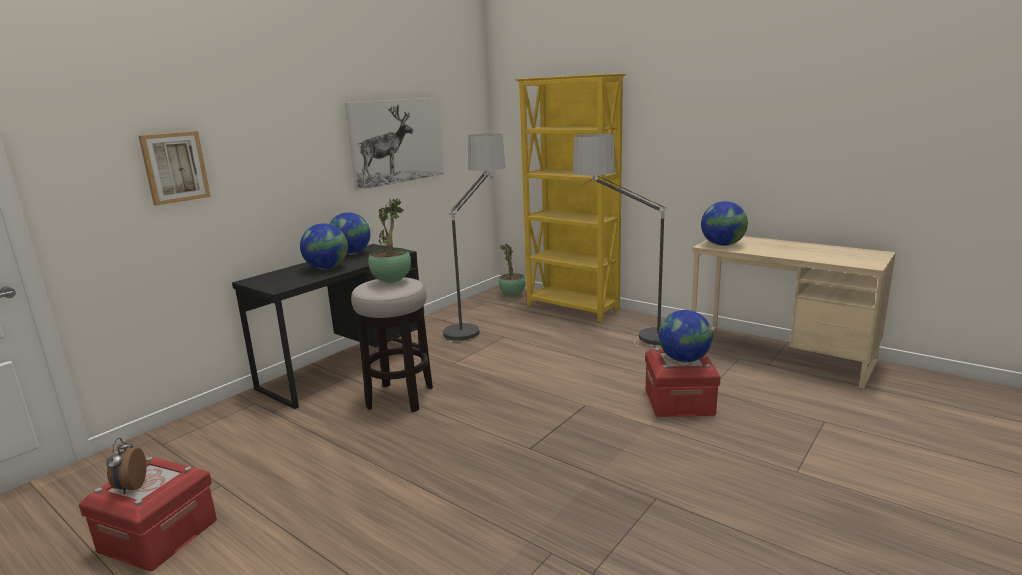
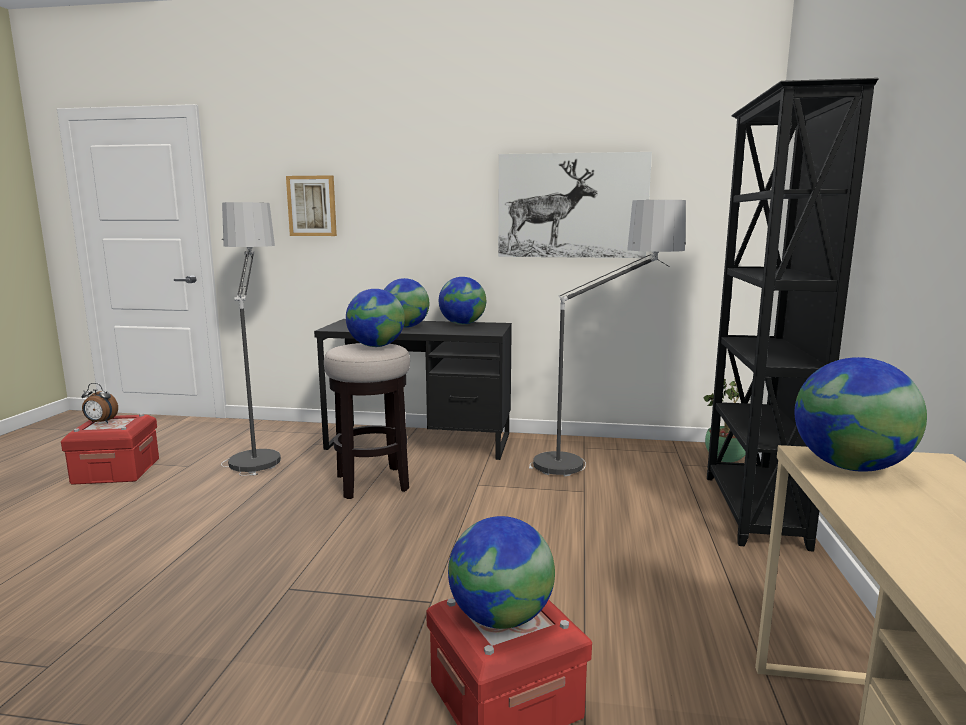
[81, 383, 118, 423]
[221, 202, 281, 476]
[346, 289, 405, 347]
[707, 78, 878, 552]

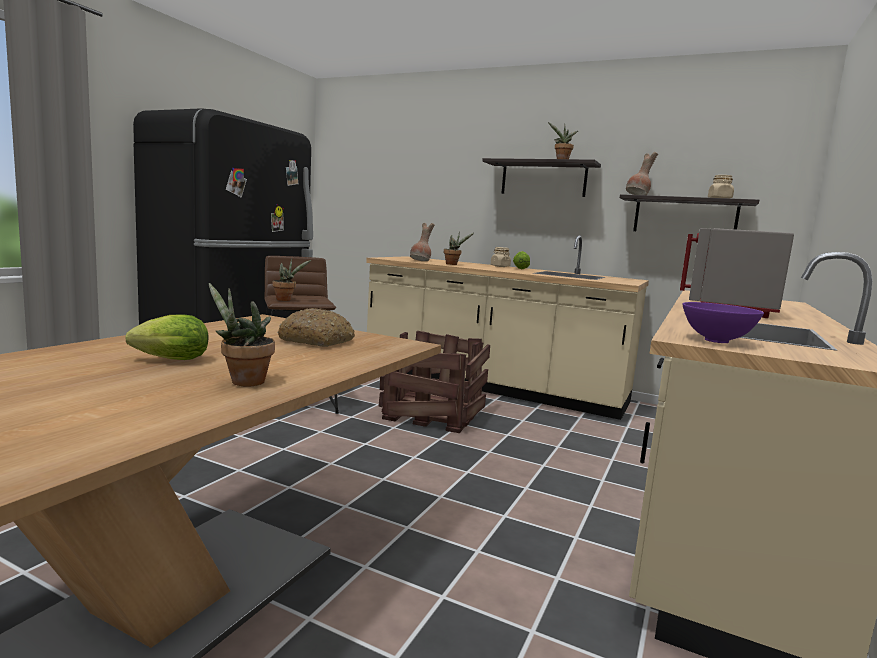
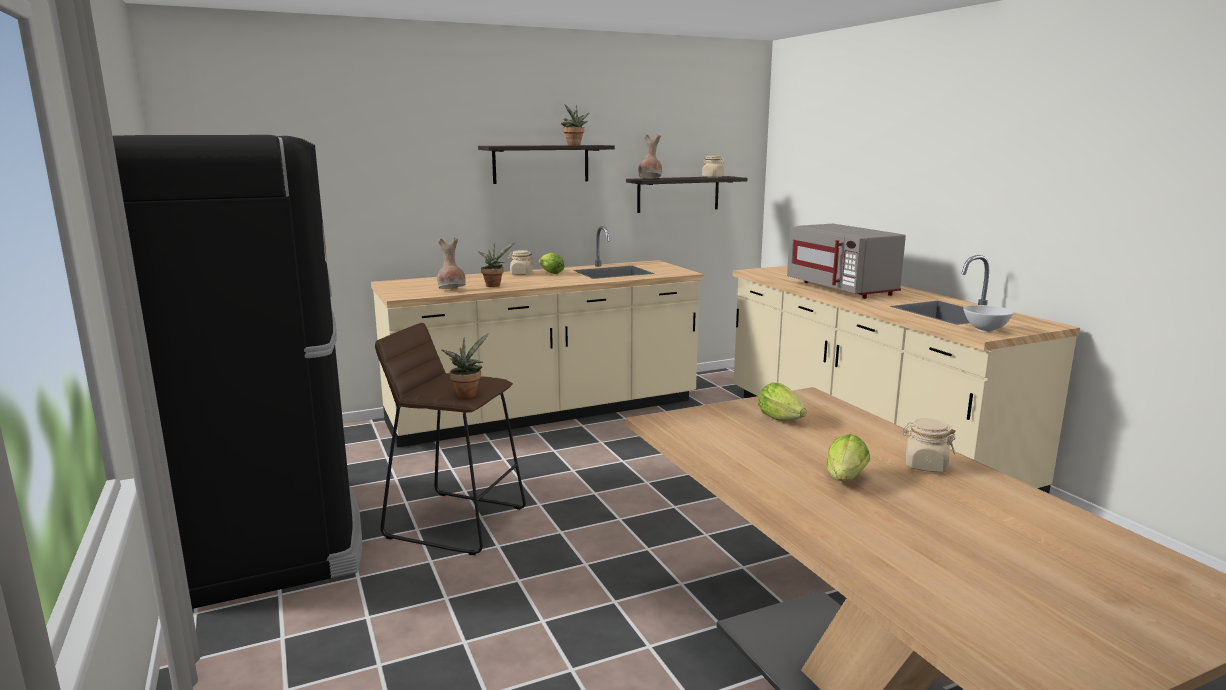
[758, 383, 807, 421]
[902, 418, 956, 472]
[963, 305, 1014, 332]
[378, 331, 490, 433] (first image)

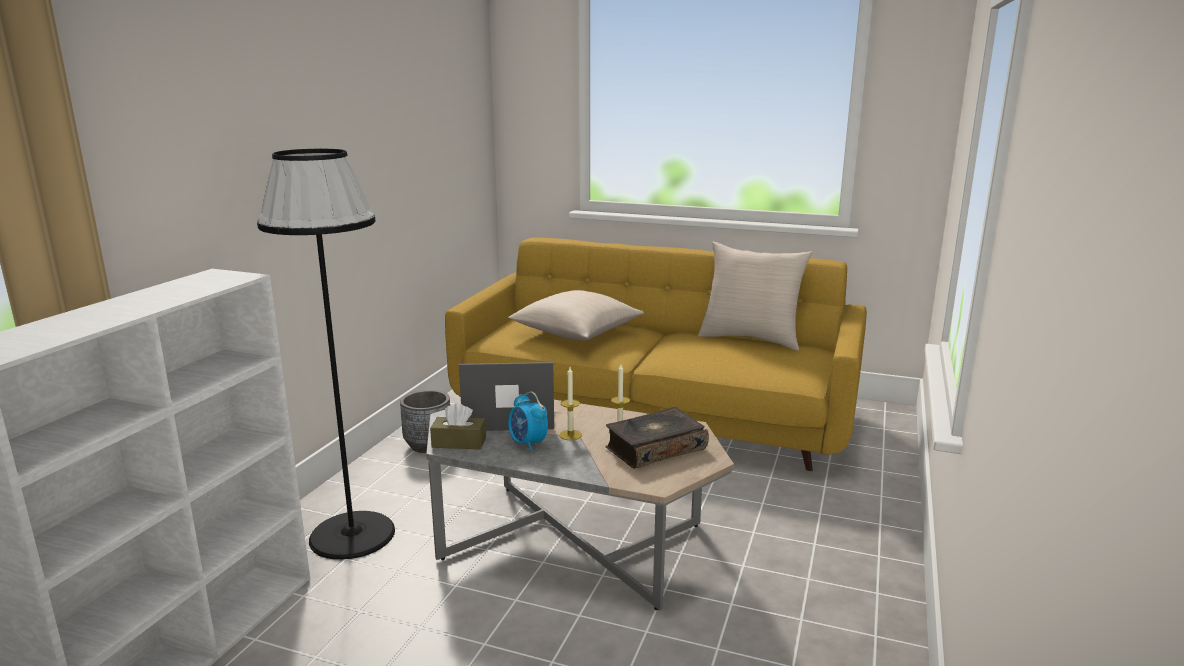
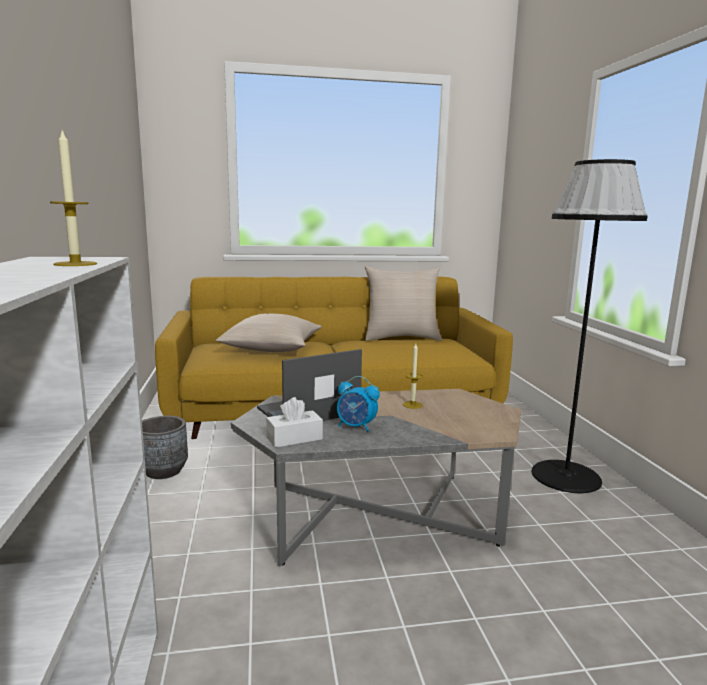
[50, 131, 97, 266]
[266, 397, 323, 448]
[532, 159, 648, 493]
[605, 407, 709, 469] (first image)

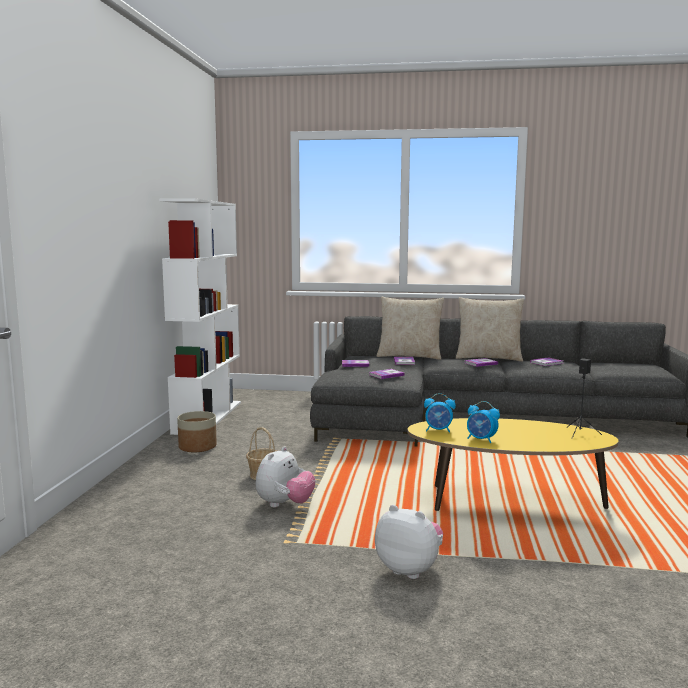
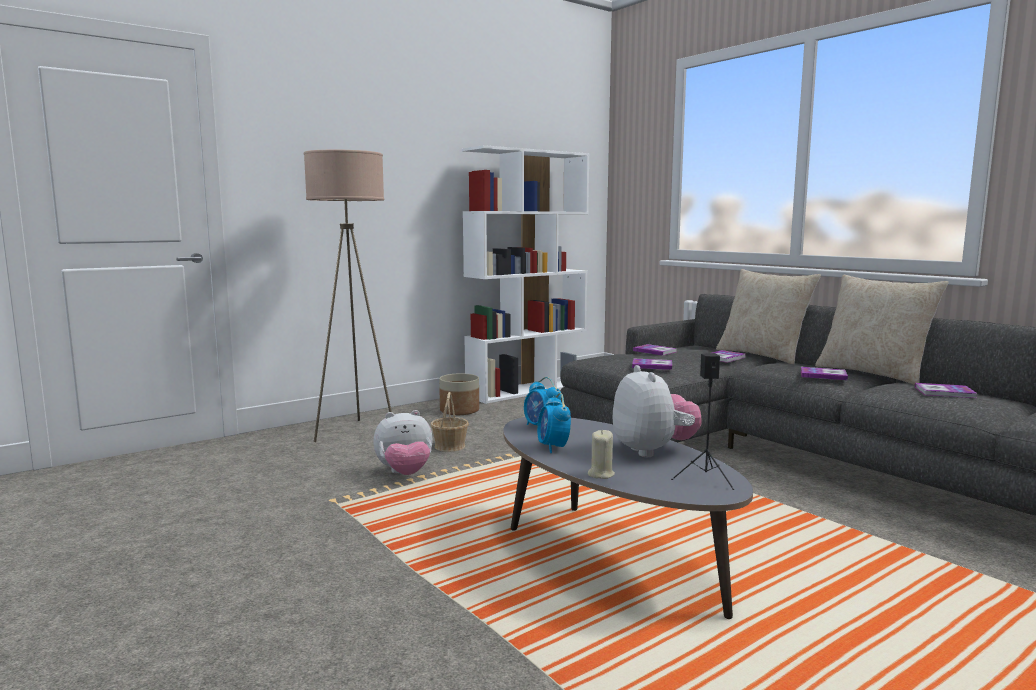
[304, 149, 392, 442]
[503, 417, 753, 619]
[588, 430, 615, 479]
[613, 365, 702, 457]

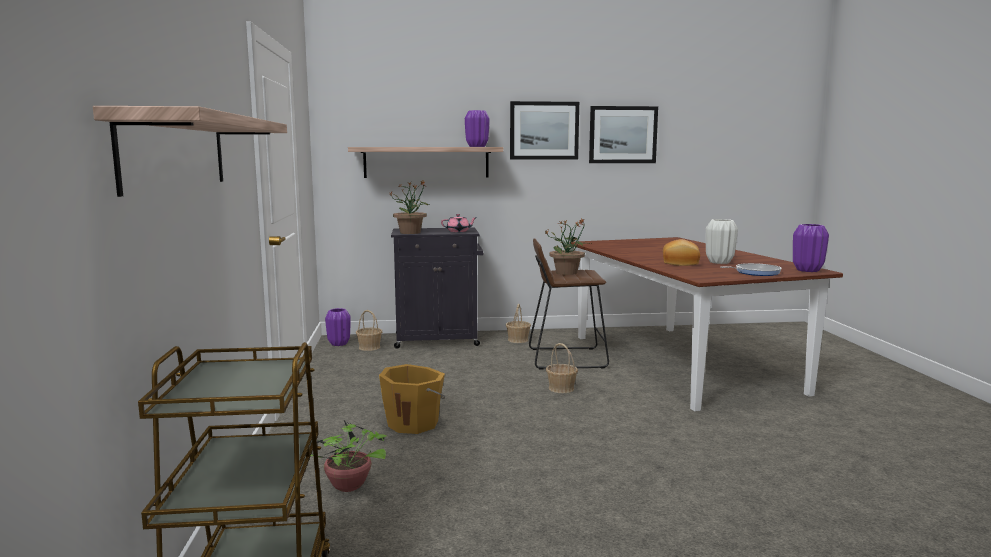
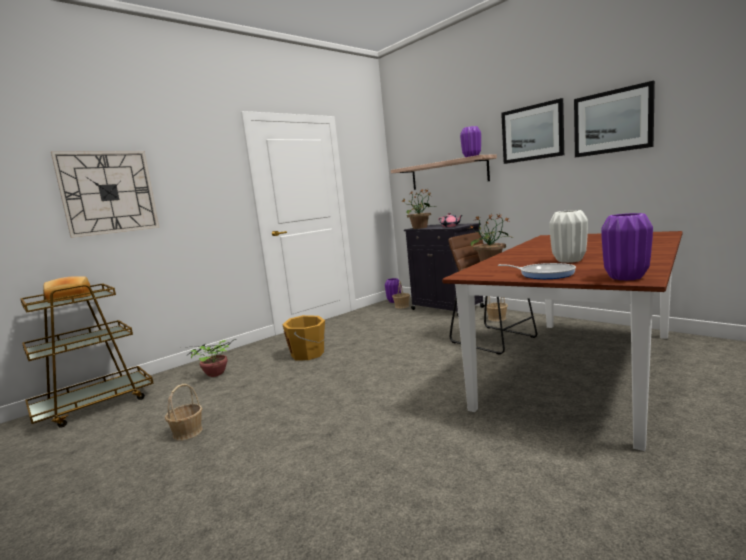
[44, 276, 91, 303]
[51, 151, 159, 238]
[165, 384, 203, 441]

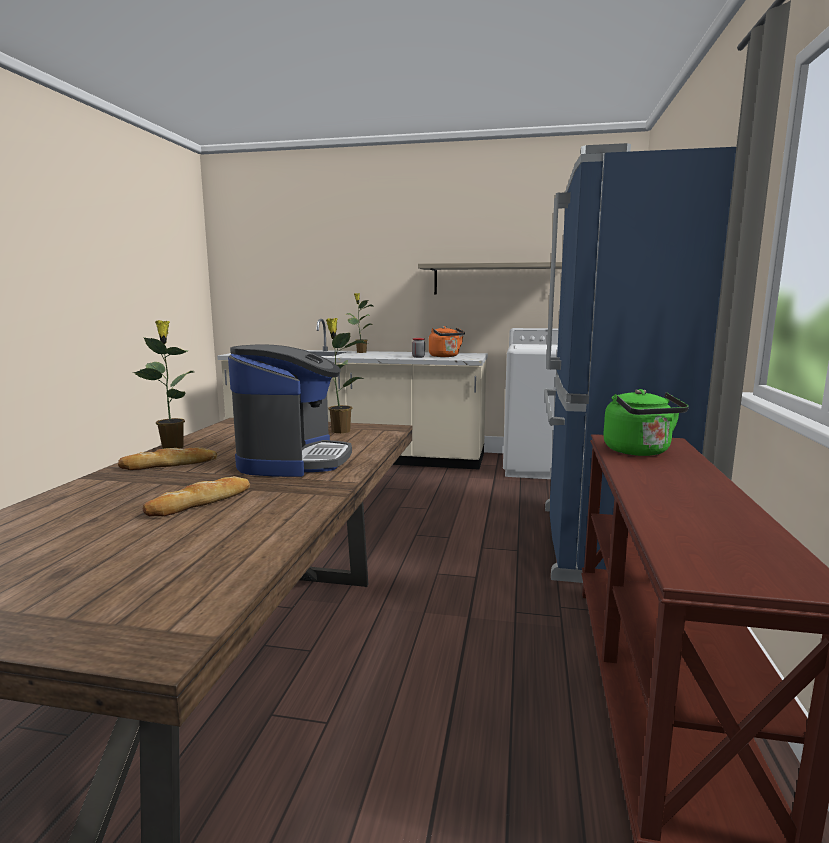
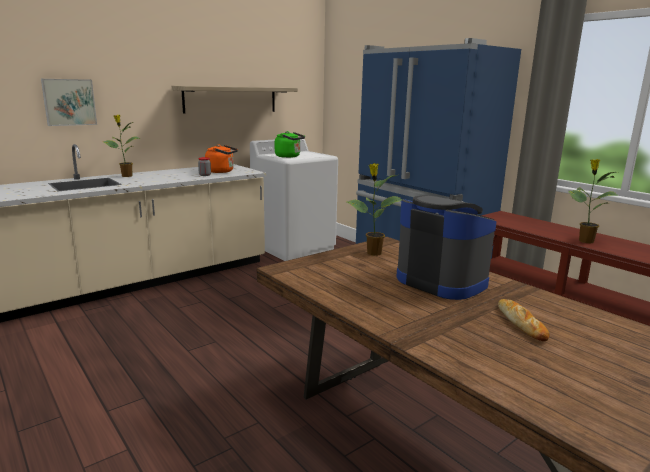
[41, 79, 97, 126]
[275, 131, 305, 158]
[568, 159, 619, 243]
[118, 447, 217, 470] (first image)

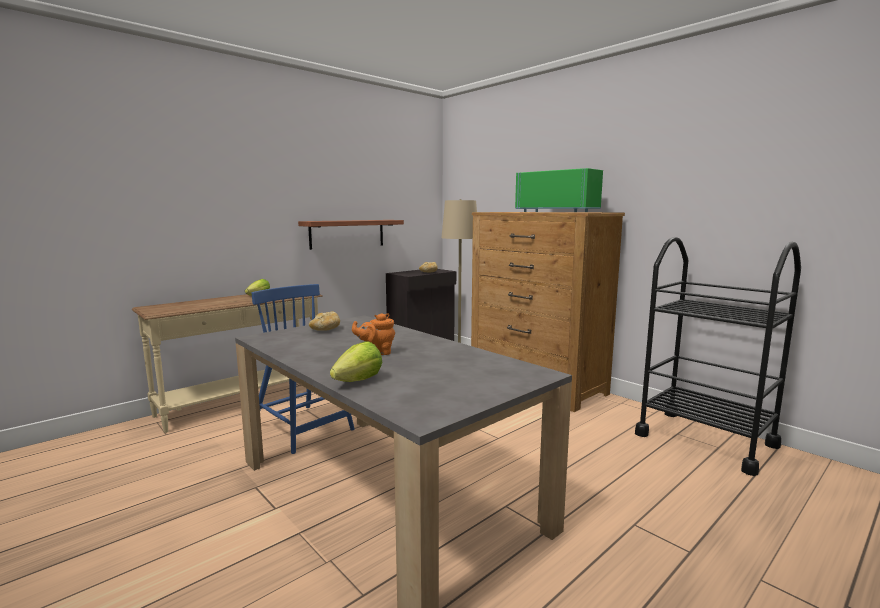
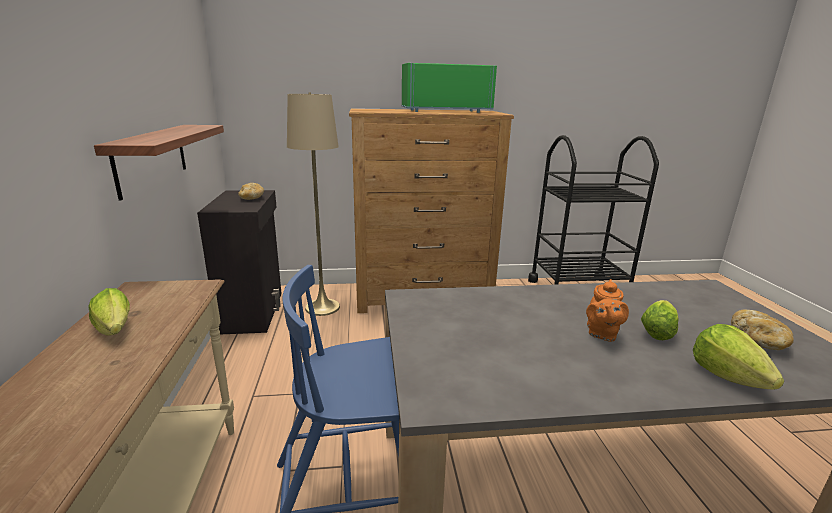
[641, 300, 679, 340]
[731, 310, 794, 350]

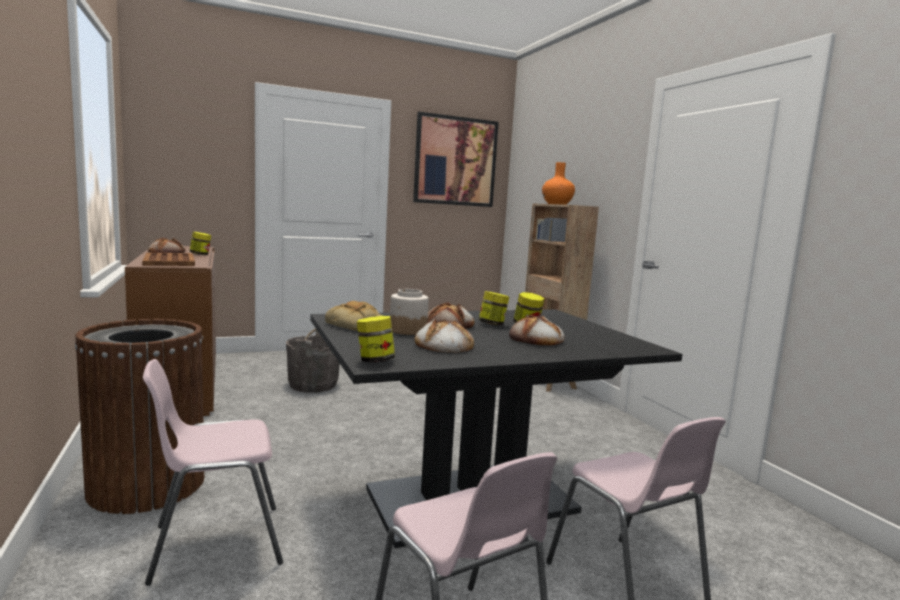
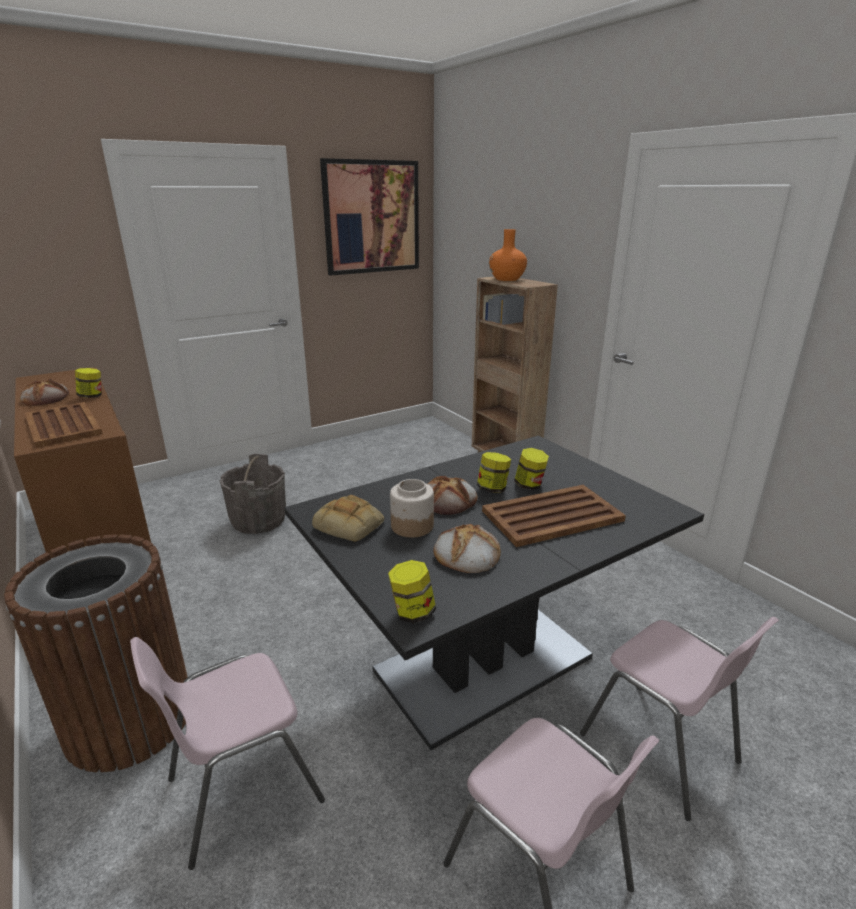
[482, 485, 626, 547]

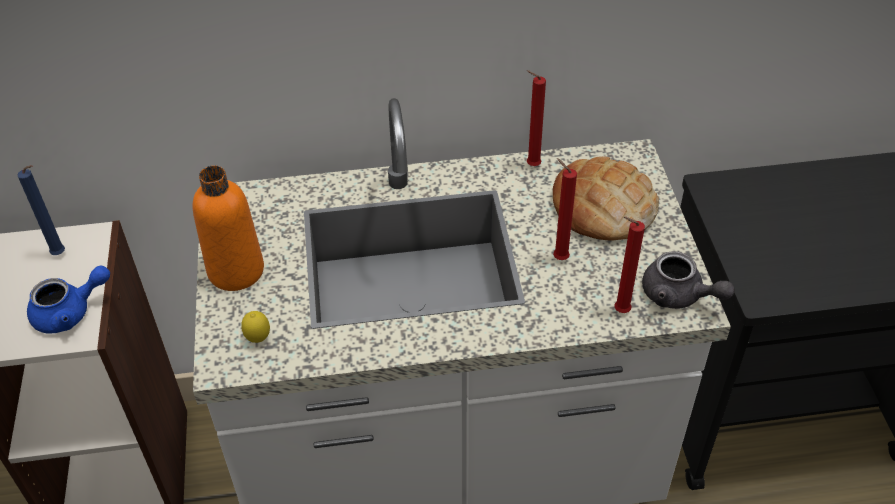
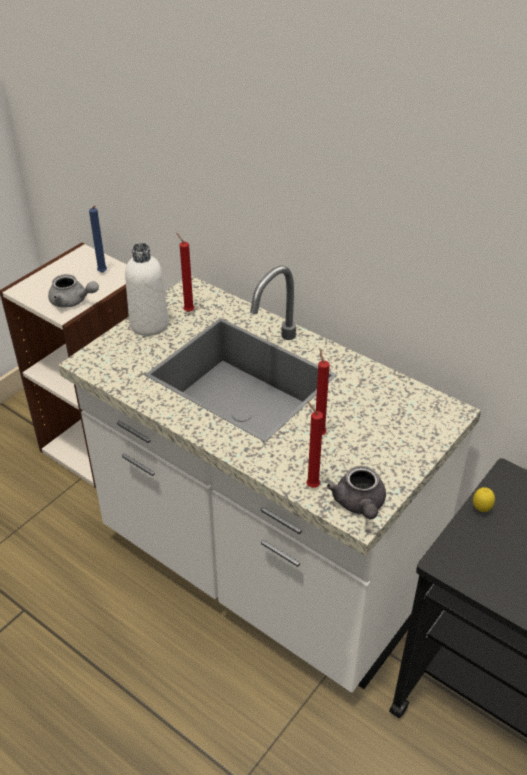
[48, 274, 99, 308]
[125, 243, 169, 336]
[176, 233, 194, 312]
[473, 487, 495, 512]
[553, 156, 659, 240] (first image)

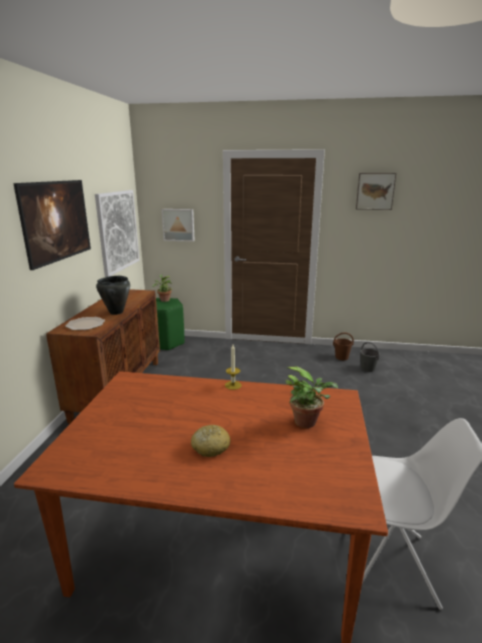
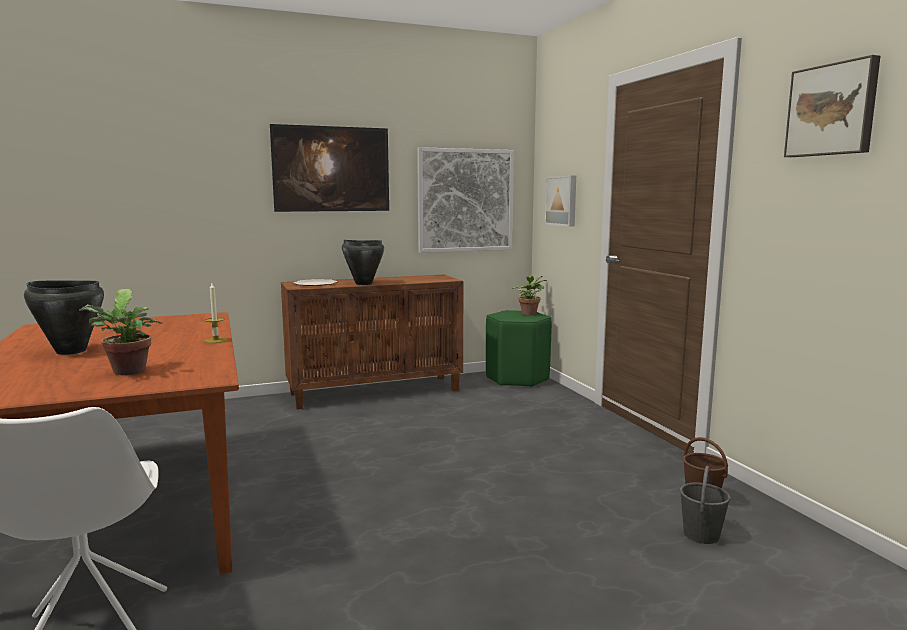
[24, 281, 104, 355]

